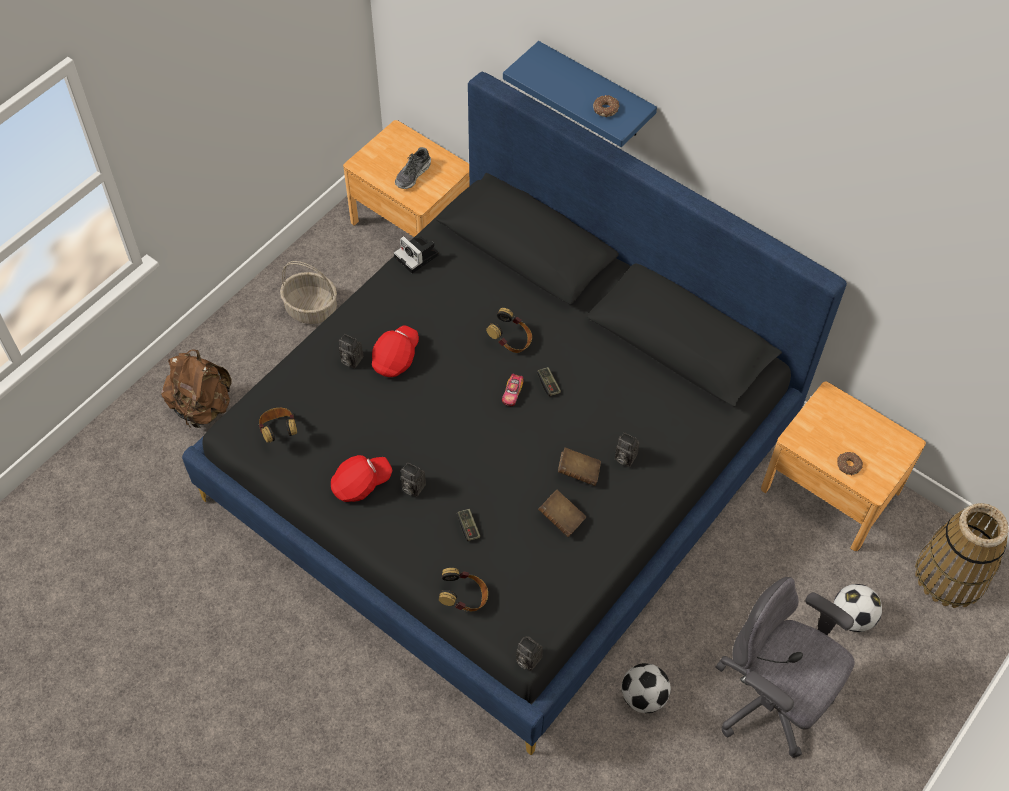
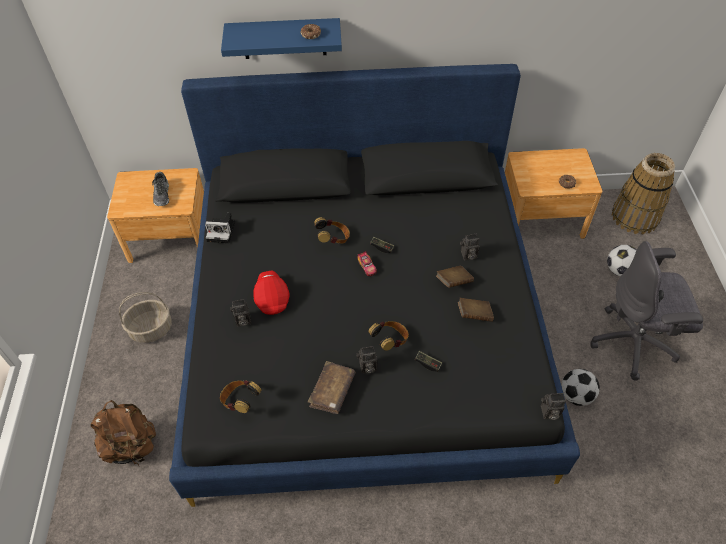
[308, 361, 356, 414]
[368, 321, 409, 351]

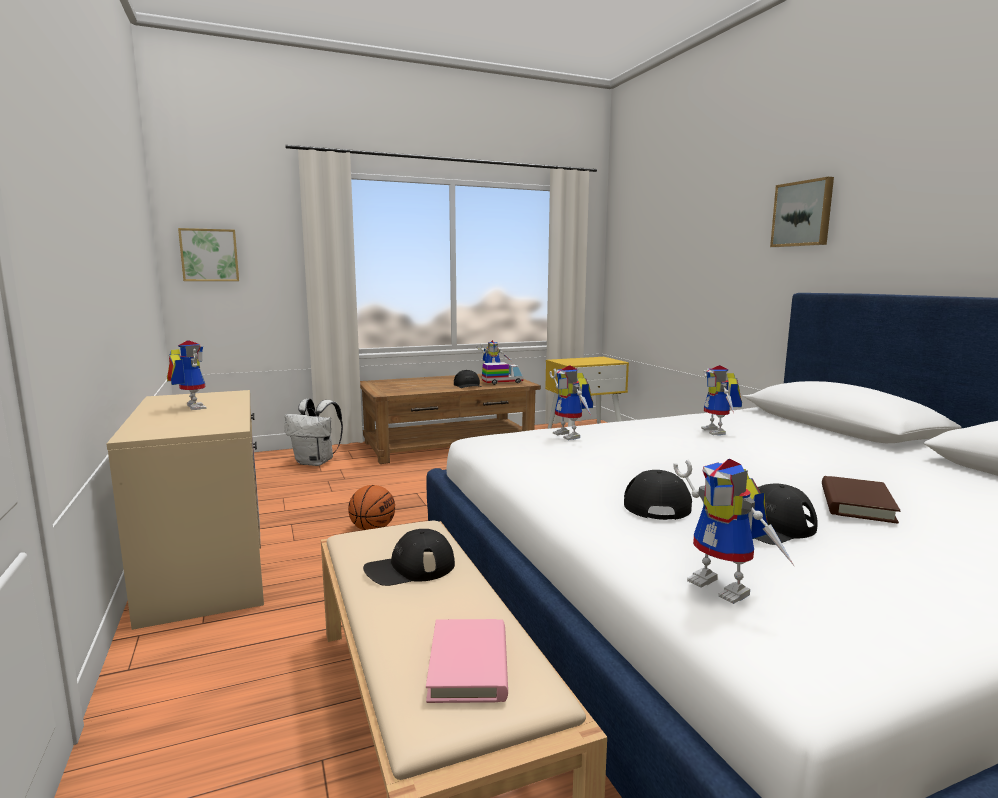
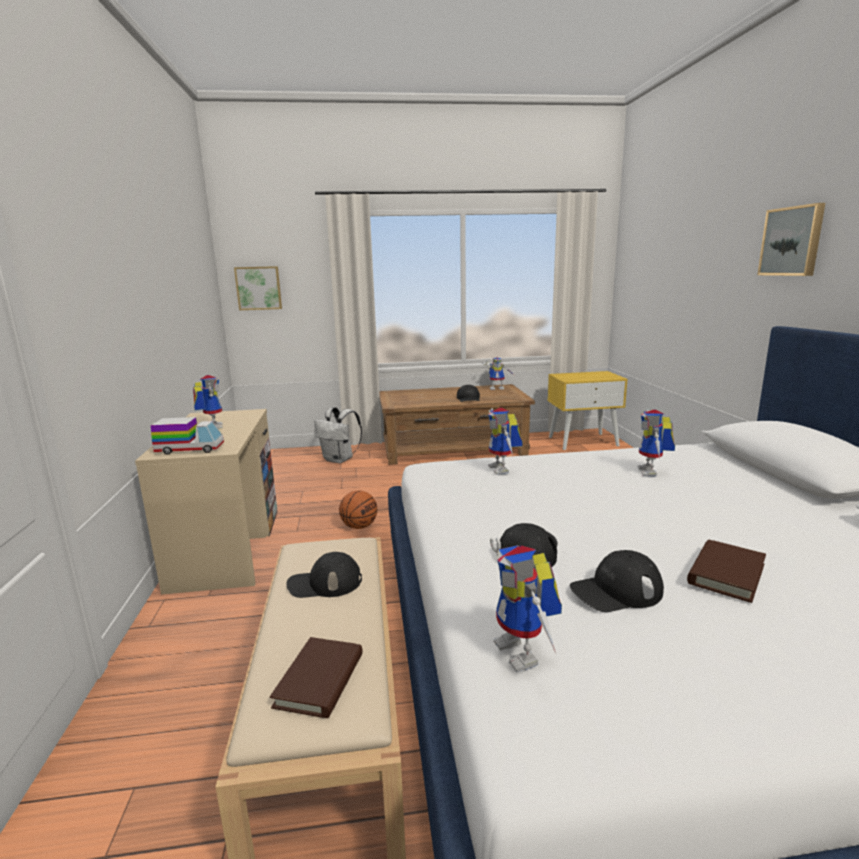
[151, 417, 224, 455]
[270, 637, 363, 718]

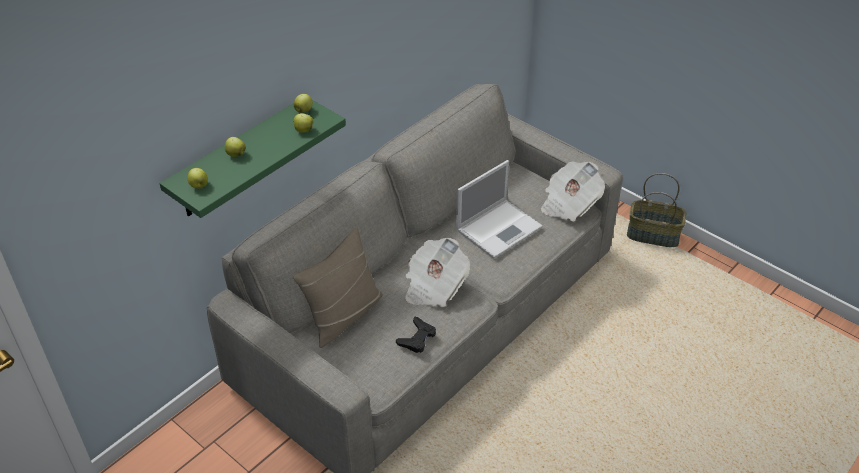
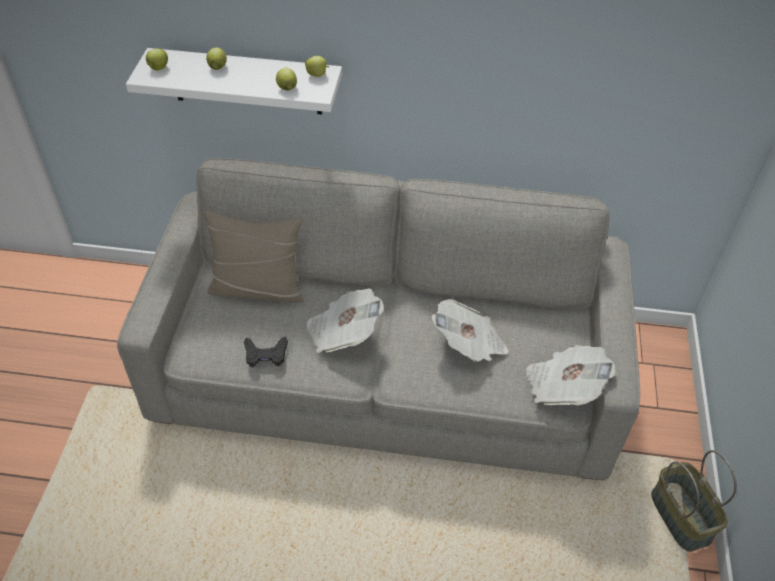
[126, 48, 342, 115]
[431, 299, 509, 362]

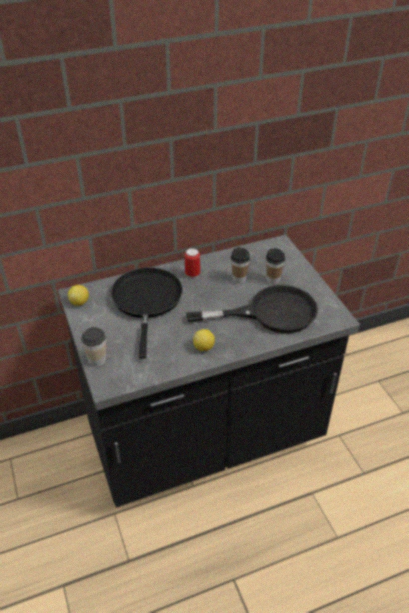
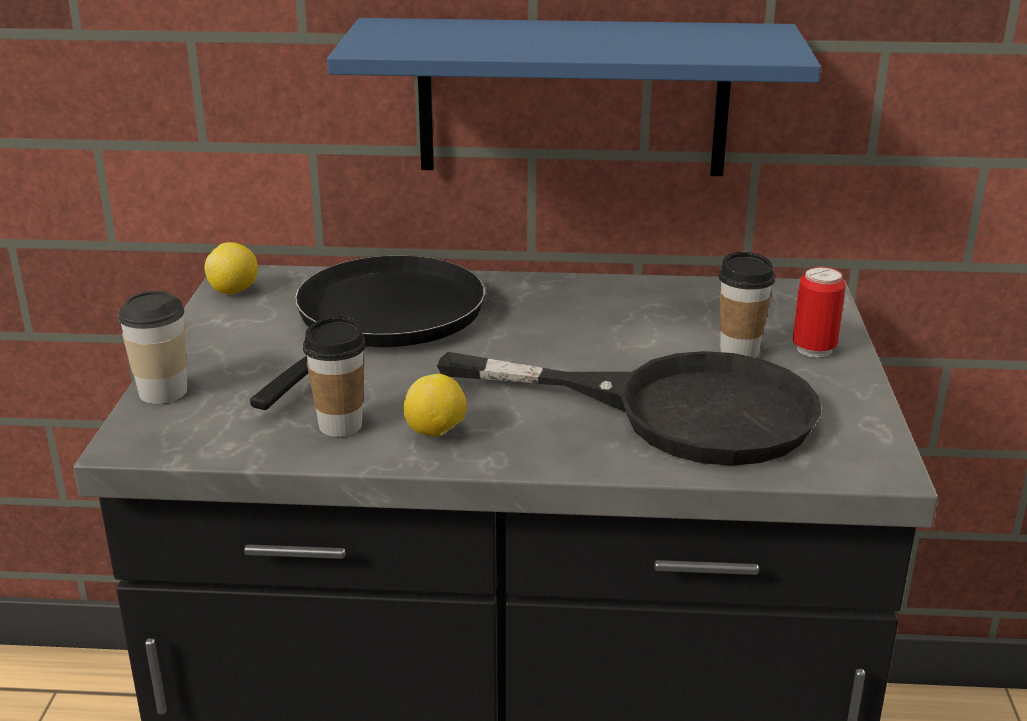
[303, 316, 366, 437]
[327, 18, 821, 176]
[793, 266, 846, 358]

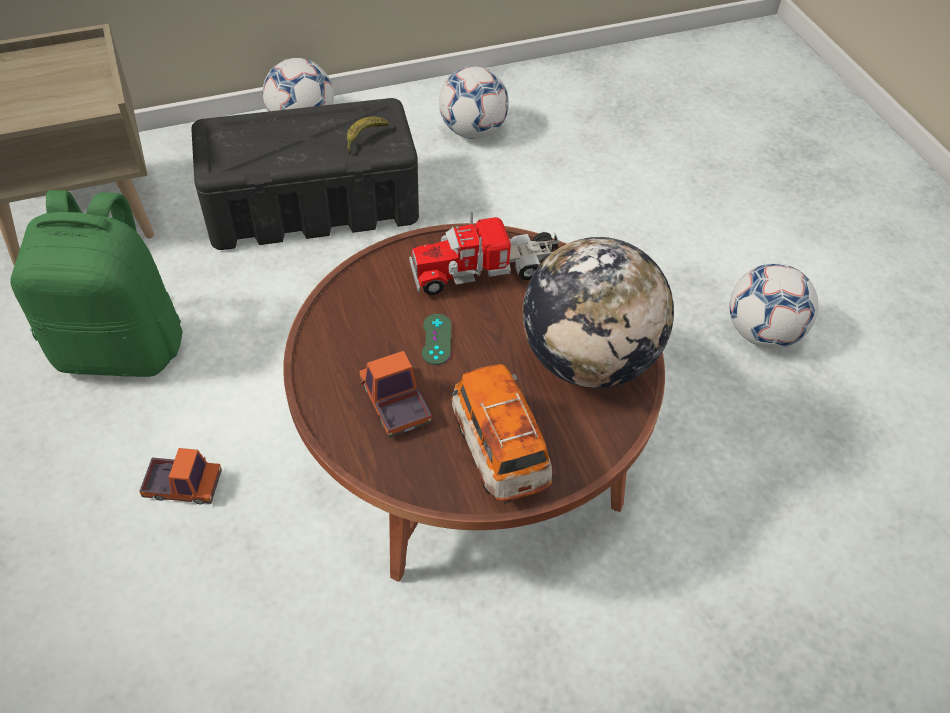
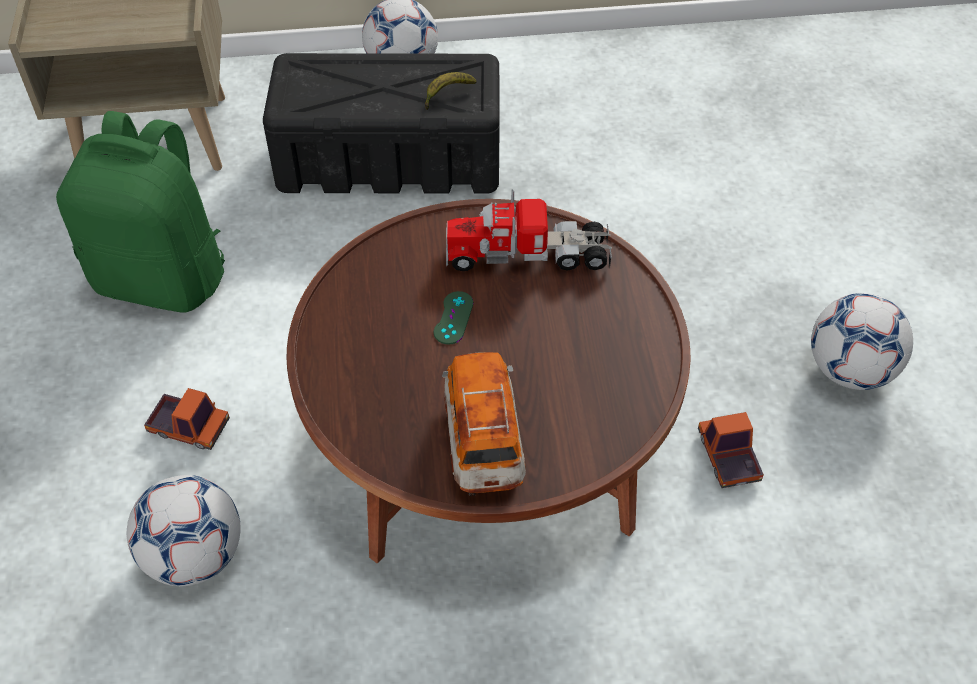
[127, 475, 241, 586]
[698, 412, 764, 488]
[522, 237, 674, 388] (first image)

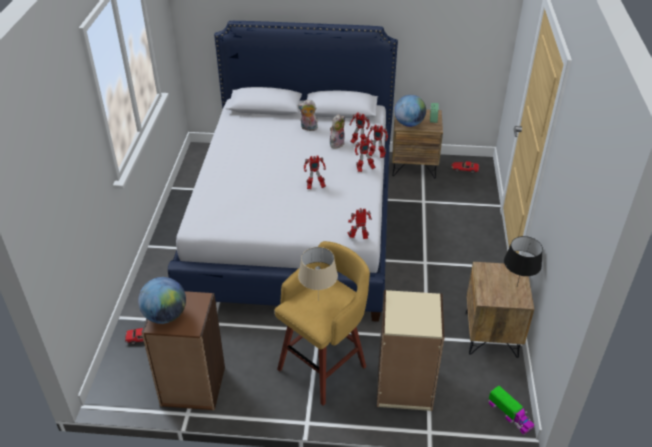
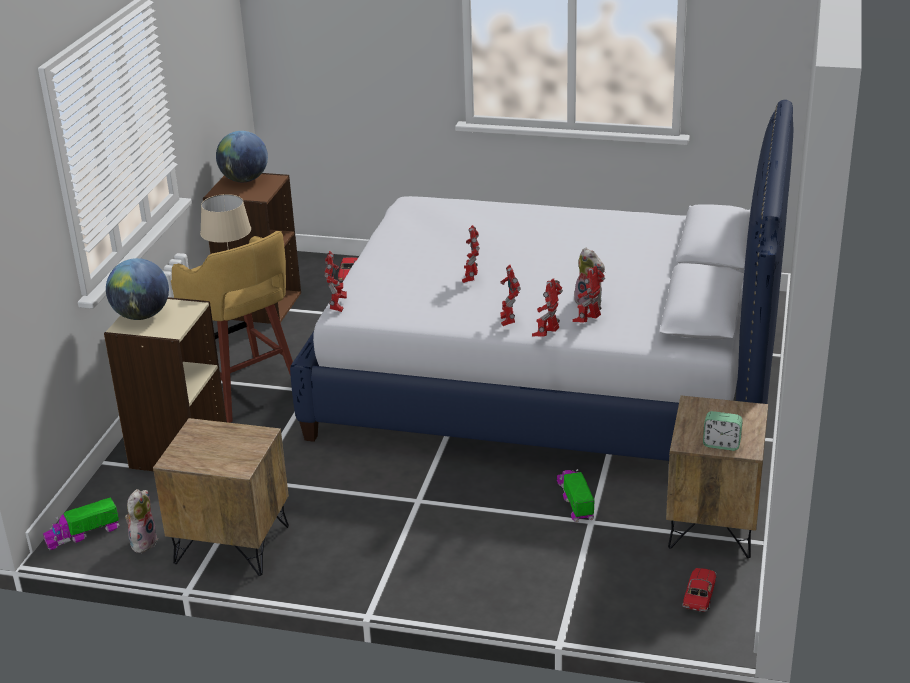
[106, 258, 169, 320]
[125, 489, 158, 553]
[557, 469, 595, 522]
[504, 236, 543, 286] (first image)

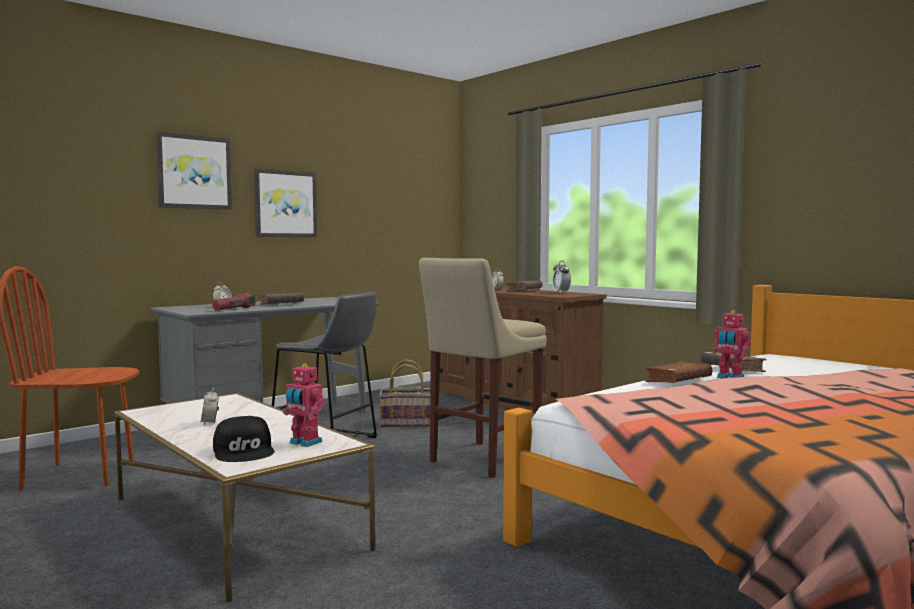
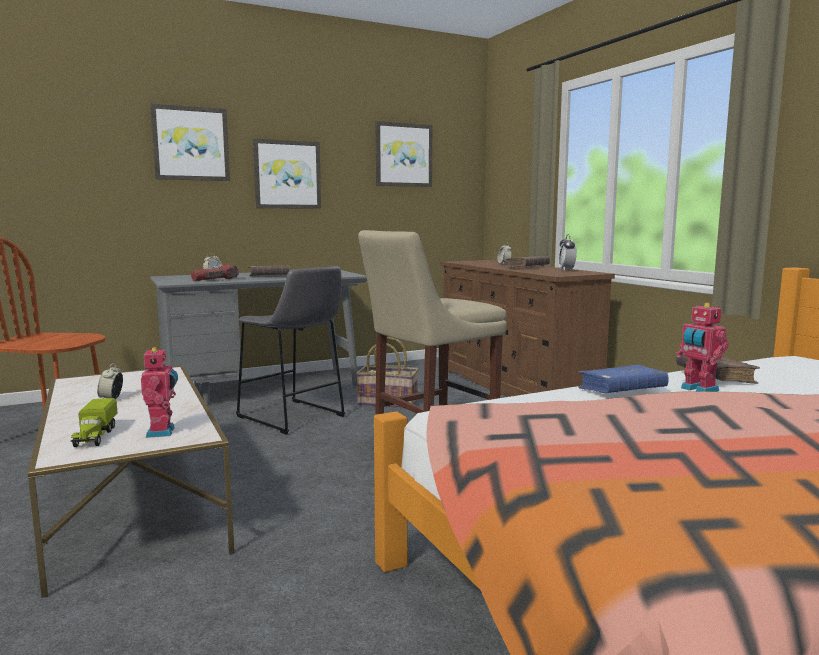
[71, 398, 117, 447]
[141, 347, 178, 438]
[375, 121, 432, 187]
[578, 365, 669, 393]

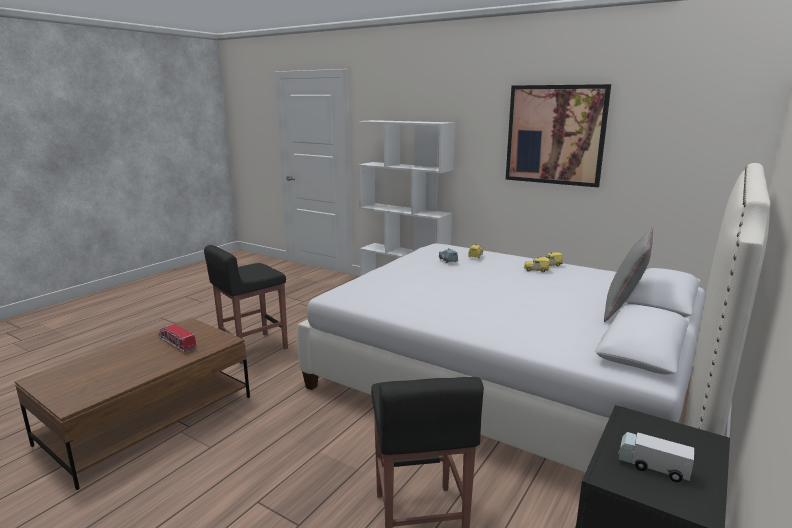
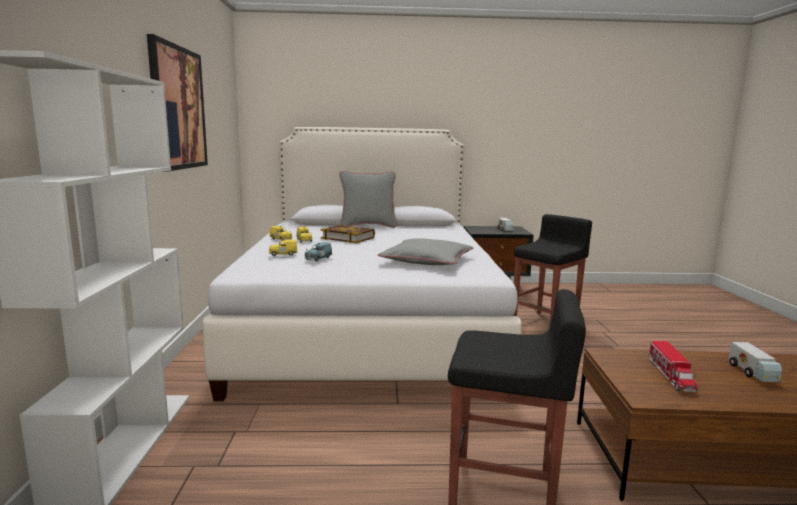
[320, 225, 375, 243]
[378, 238, 474, 265]
[729, 342, 782, 382]

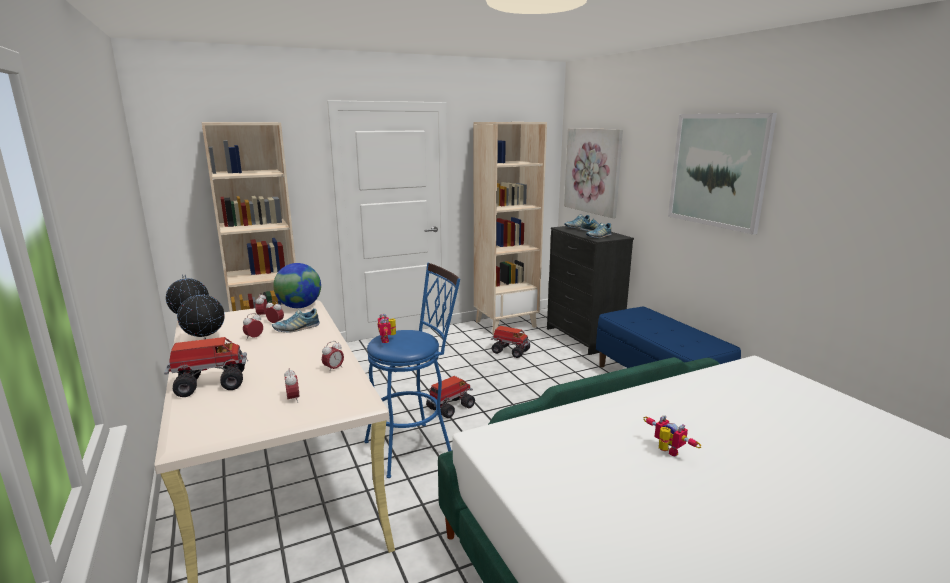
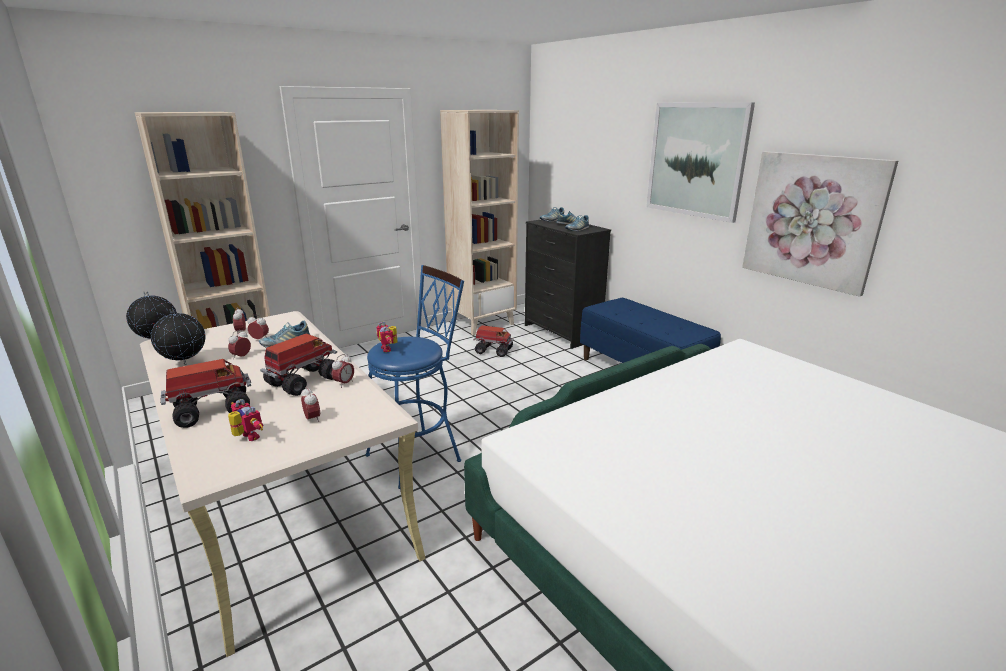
[228, 399, 263, 441]
[260, 333, 337, 396]
[742, 151, 898, 297]
[273, 263, 321, 308] (first image)

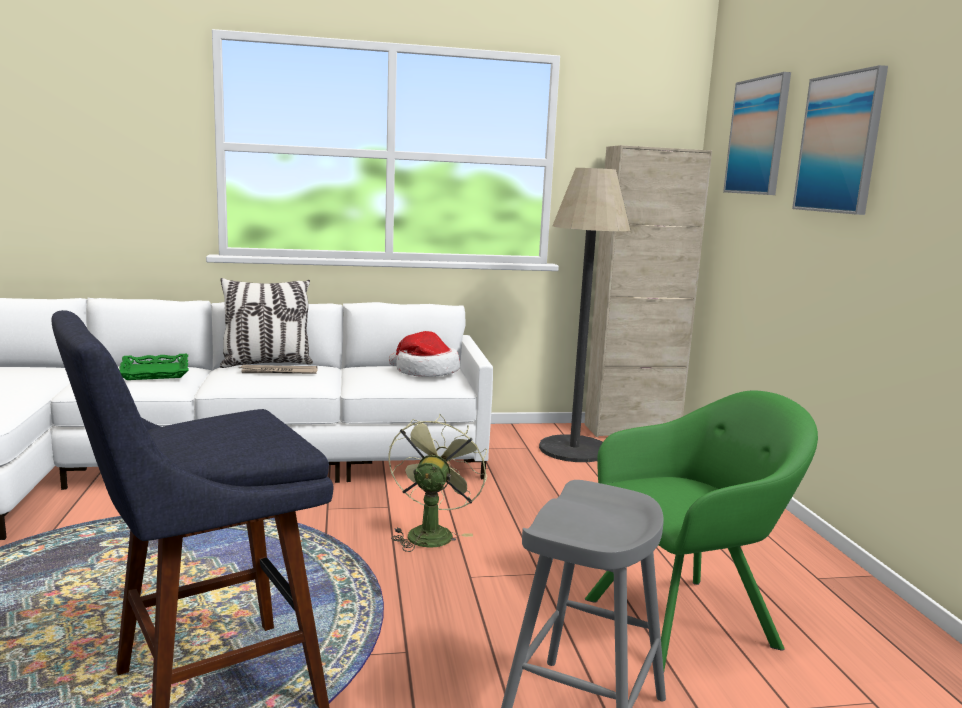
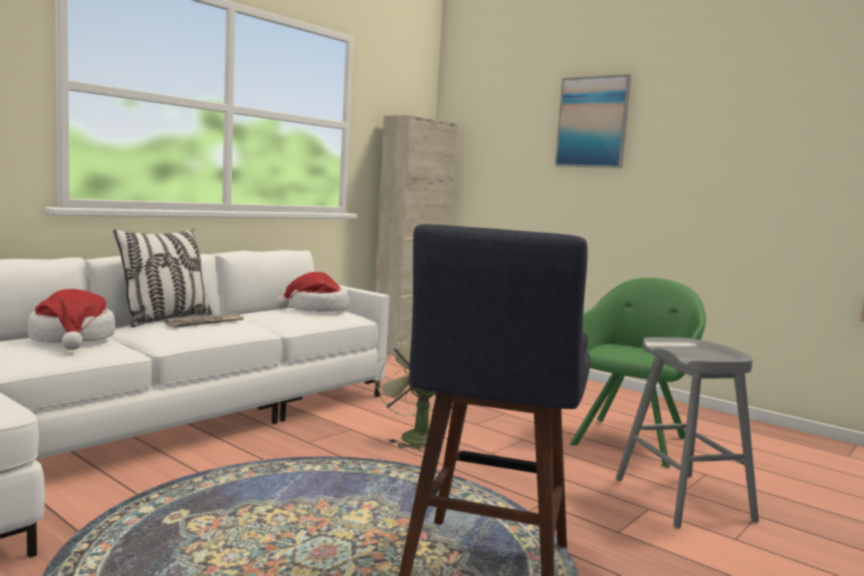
[28, 289, 115, 350]
[539, 168, 630, 462] (first image)
[723, 72, 791, 195] (first image)

